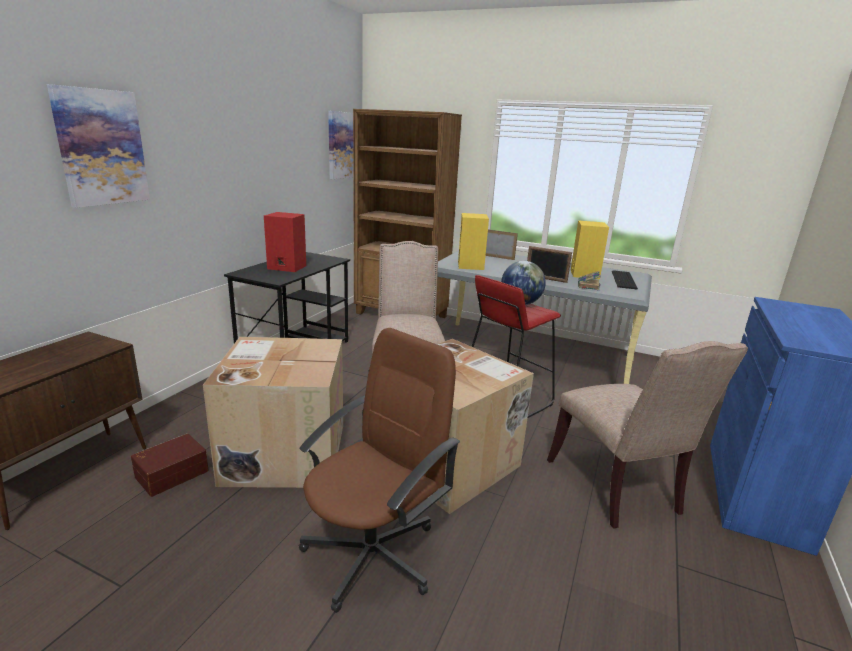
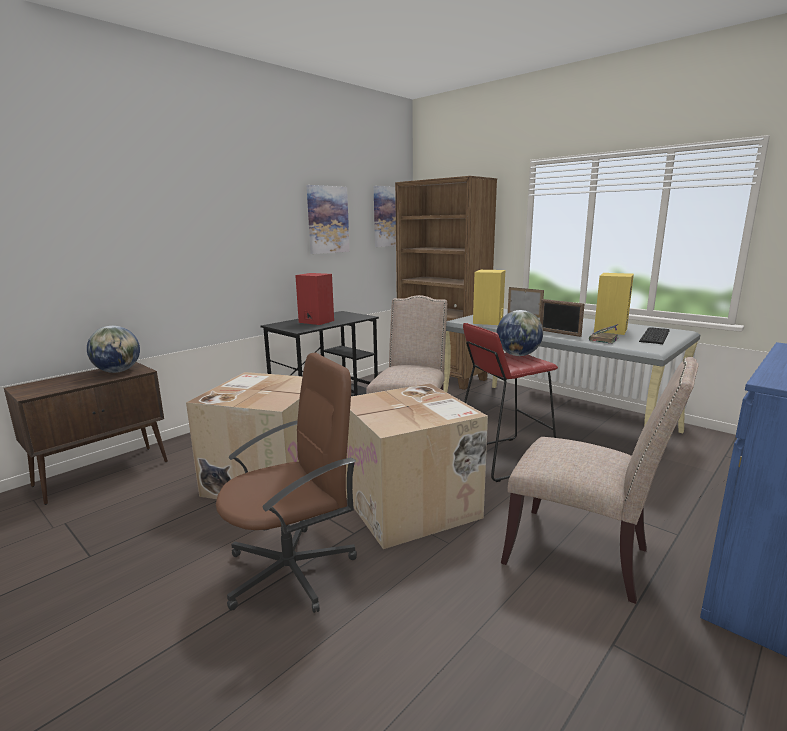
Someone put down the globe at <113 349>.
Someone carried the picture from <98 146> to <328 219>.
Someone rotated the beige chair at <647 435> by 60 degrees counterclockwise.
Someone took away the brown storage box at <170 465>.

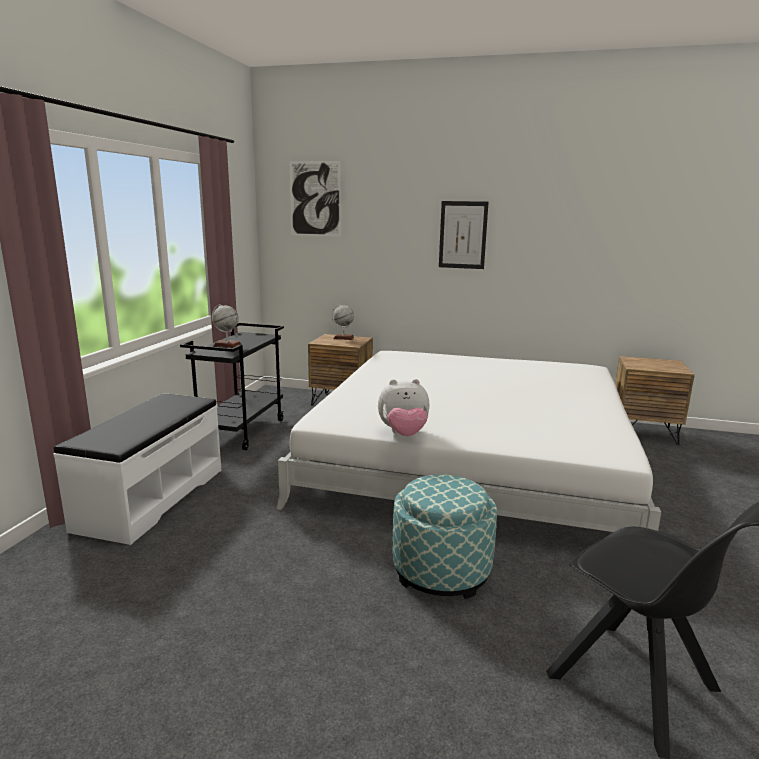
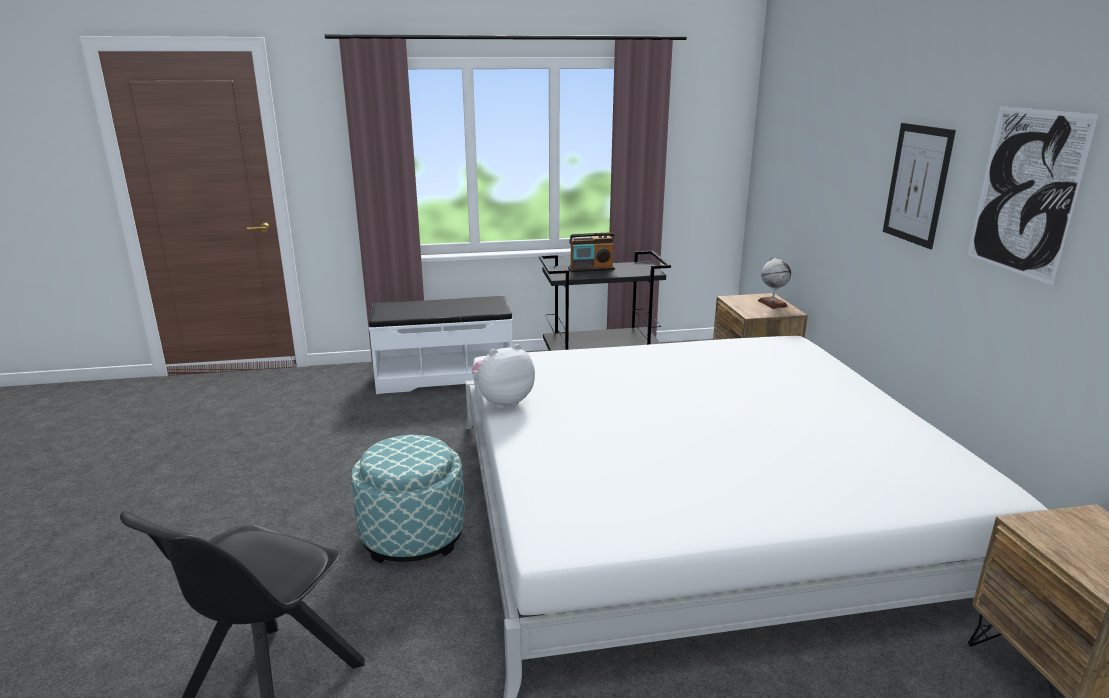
Someone rotated the plush toy at <403 407> by 90 degrees clockwise.
Someone swapped the globe at <227 326> for the radio at <591 252>.
Someone carried the picture from <315 198> to <1033 196>.

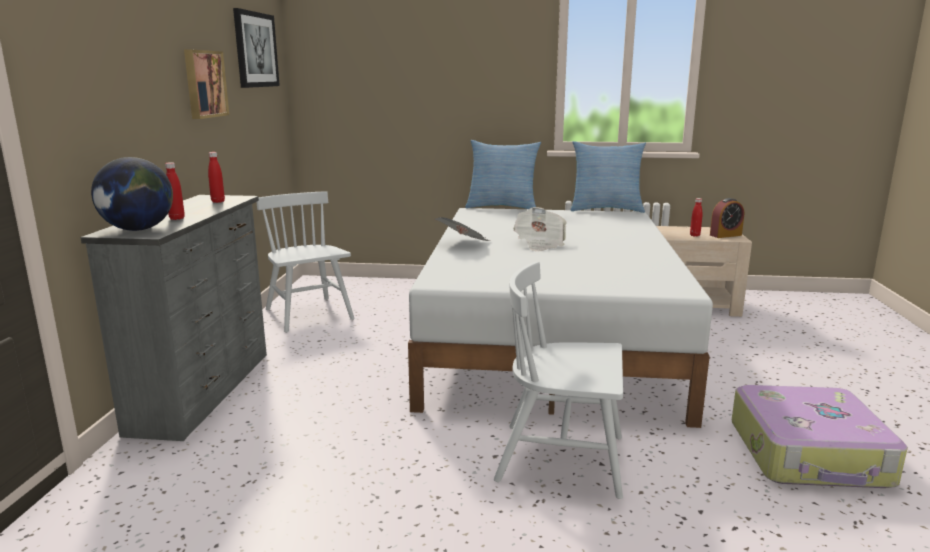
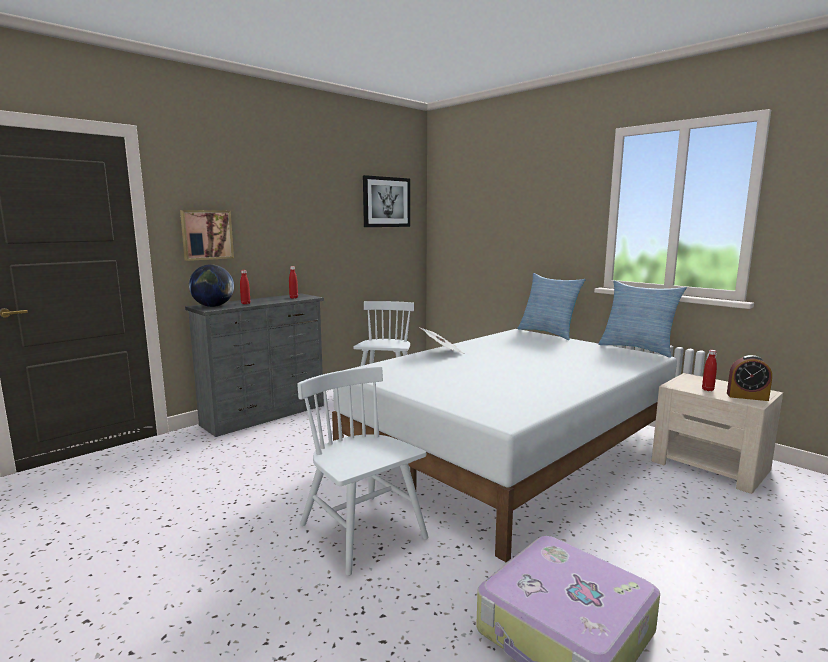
Someone carried the picture from <206 84> to <207 235>.
Someone took away the newspaper at <539 229>.

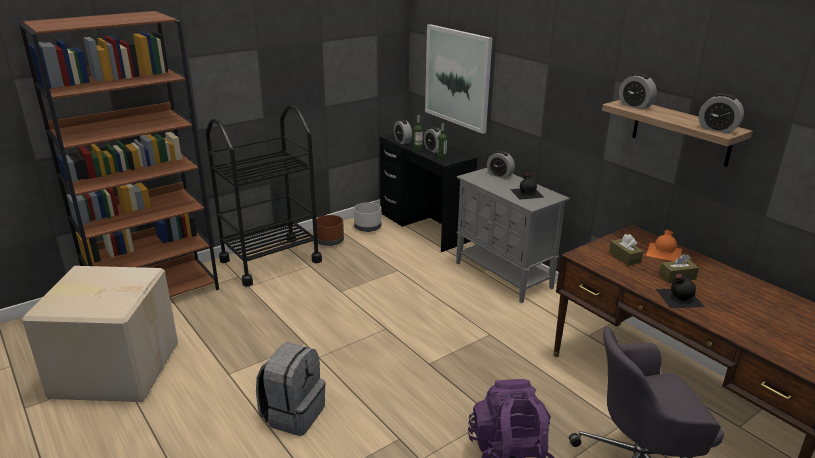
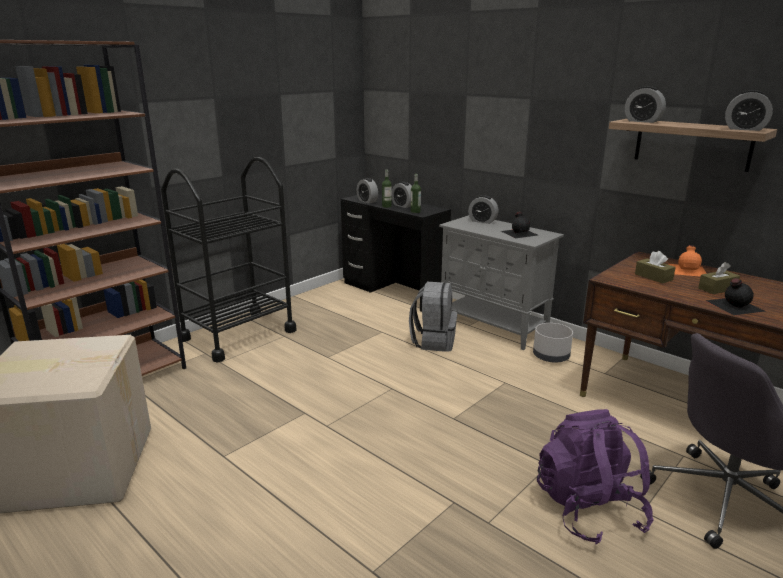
Someone carried the grey backpack from <291 389> to <433 317>.
Someone carried the grey planter from <367 217> to <553 342>.
Someone took away the brown planter at <330 230>.
Someone took away the picture at <458 79>.

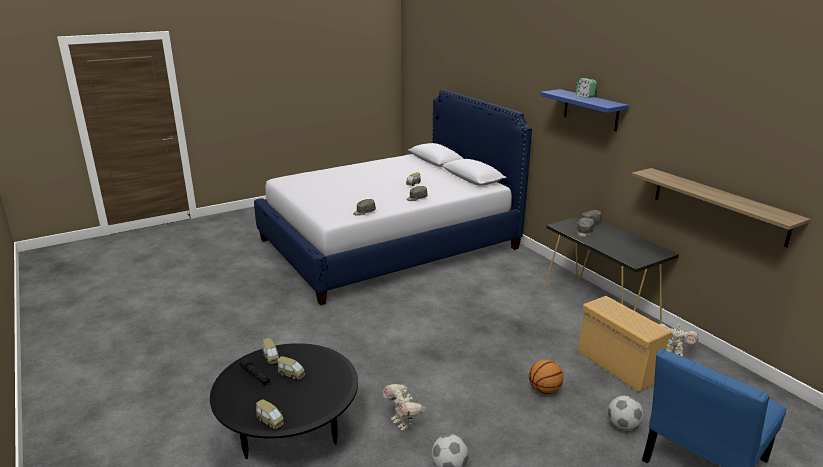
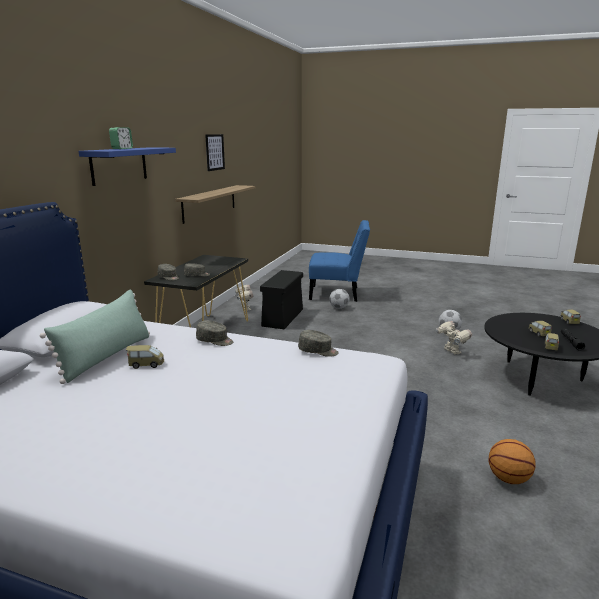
Someone put down the green pillow at <95 337>.
Someone put up the picture at <215 152>.
Someone repainted the beige storage box at <624 344>, which became the black storage box at <281 299>.
Someone rotated the toy robot at <404 407> by 45 degrees counterclockwise.
Someone carried the basketball from <546 377> to <512 461>.

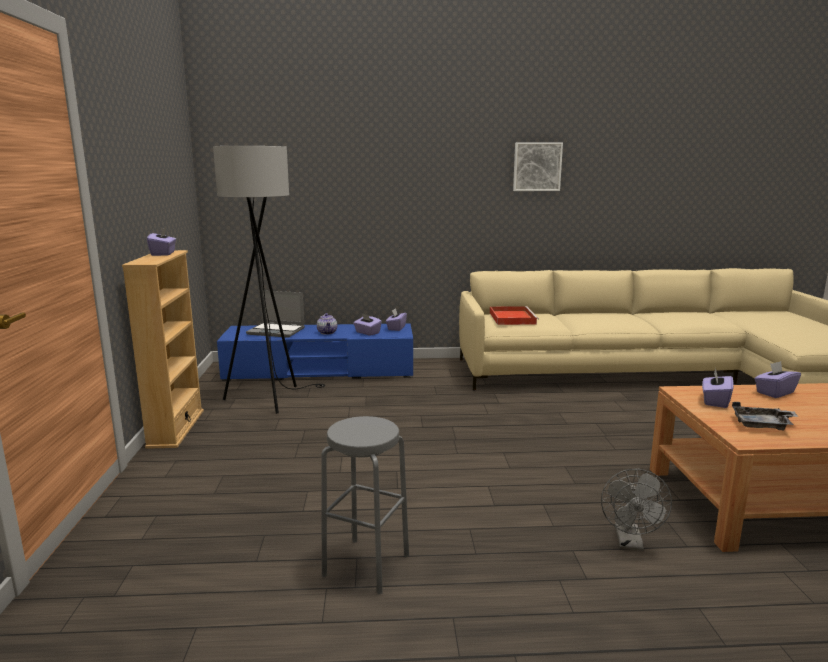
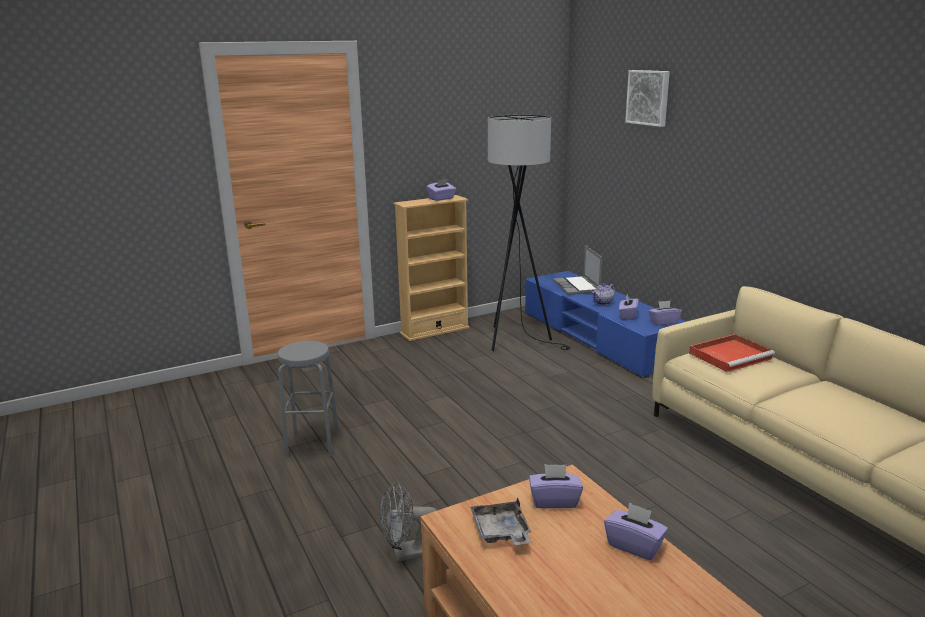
Someone carried the picture from <538 167> to <647 98>.

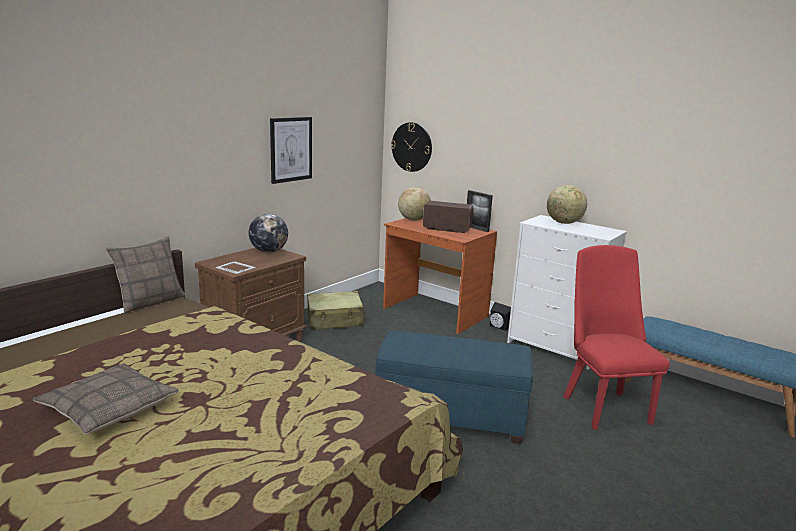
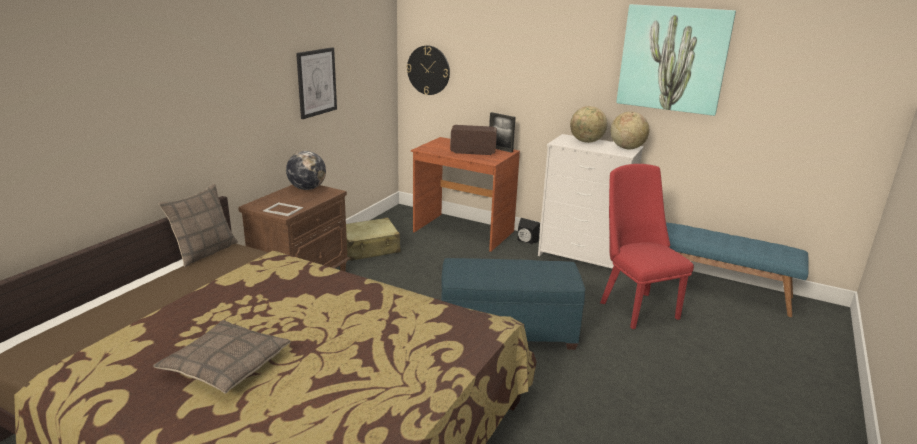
Someone carried the globe from <414 204> to <630 130>.
Someone put up the picture at <676 60>.

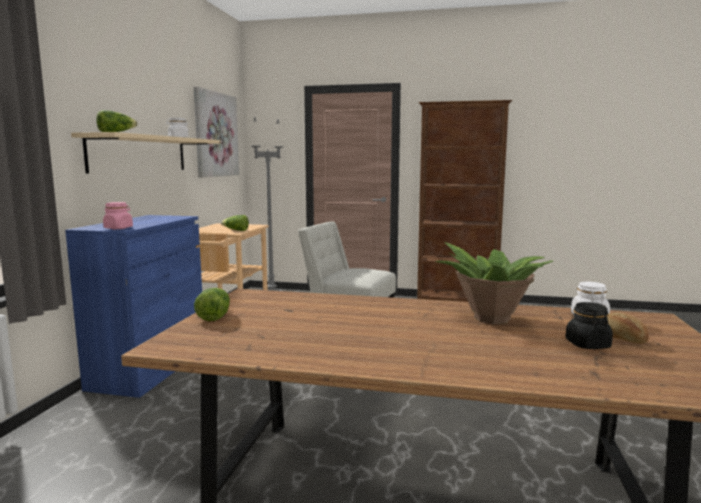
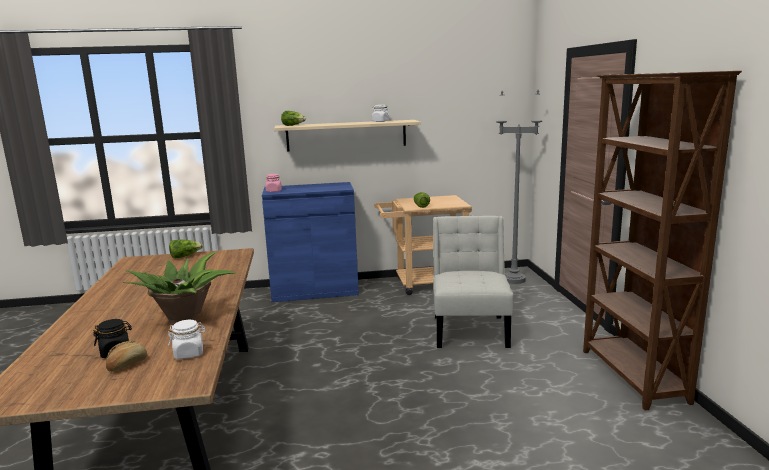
Someone took away the picture at <216 132>.

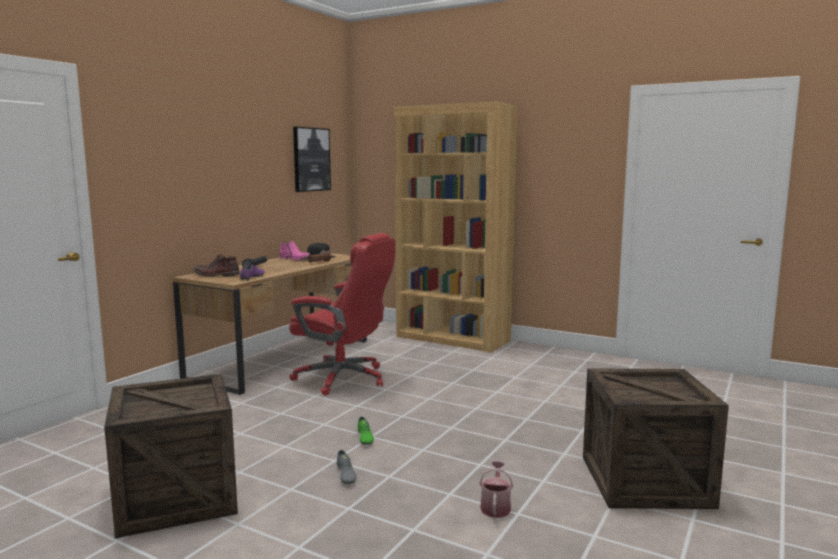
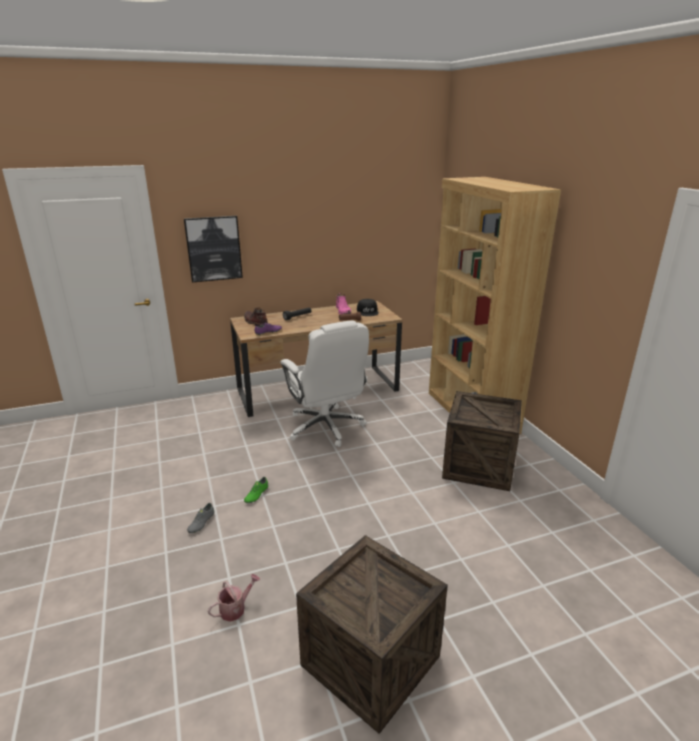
Someone carried the picture from <312 159> to <213 249>.
Someone repainted the red office chair at <342 314>, which became the white office chair at <324 383>.
Someone carried the crate from <171 456> to <482 441>.

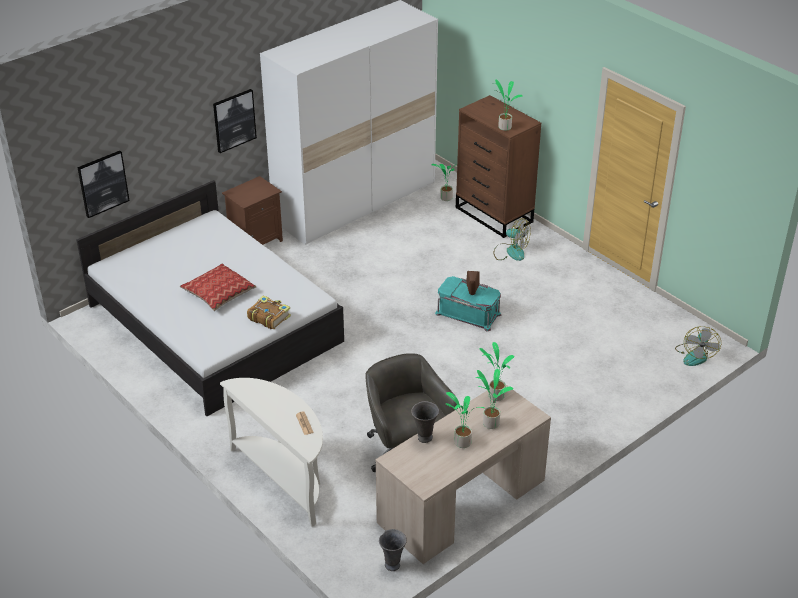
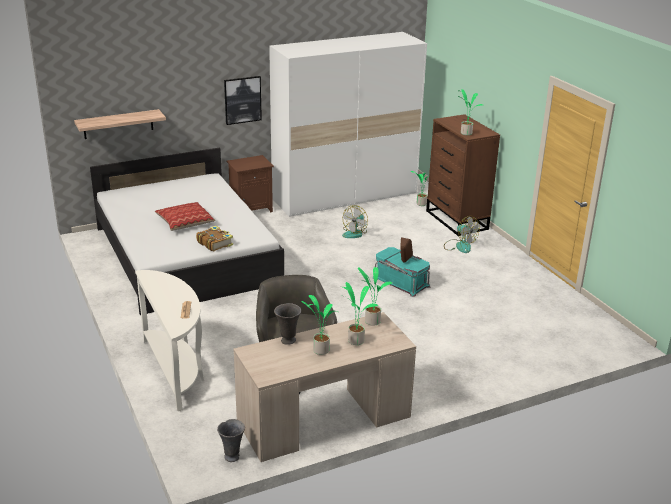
Someone swapped the picture at <103 184> for the shelf at <120 124>.
Someone carried the fan from <698 346> to <355 221>.

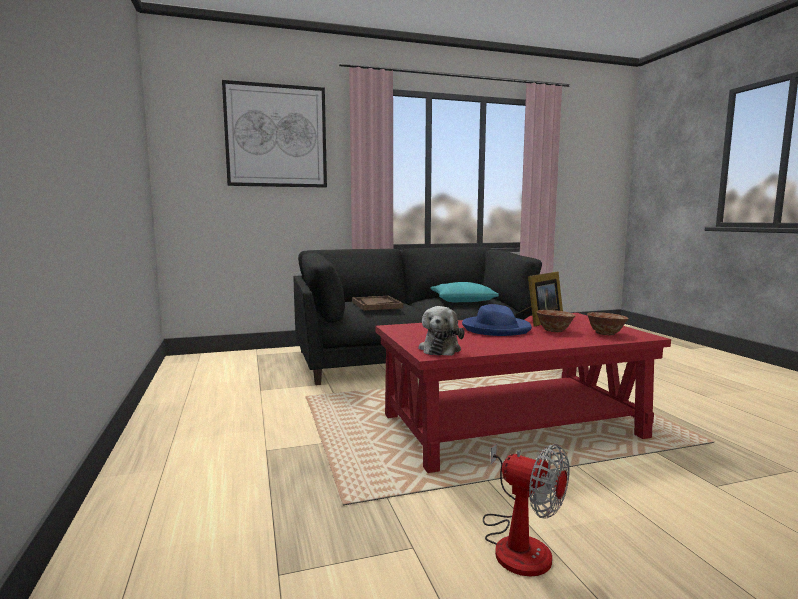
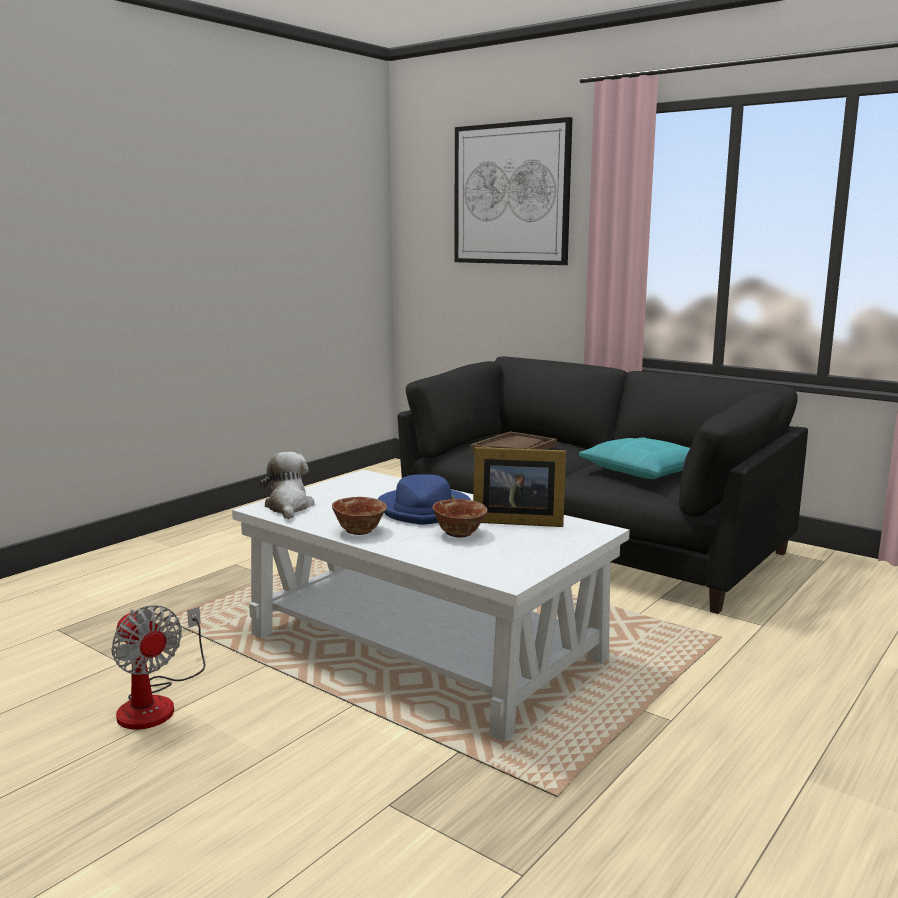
Someone rotated the fan at <526 510> by 45 degrees counterclockwise.
Someone repainted the red coffee table at <523 393>, which became the white coffee table at <431 605>.
Someone rotated the plush toy at <442 331> by 105 degrees clockwise.
Someone carried the bowl from <608 323> to <359 516>.

